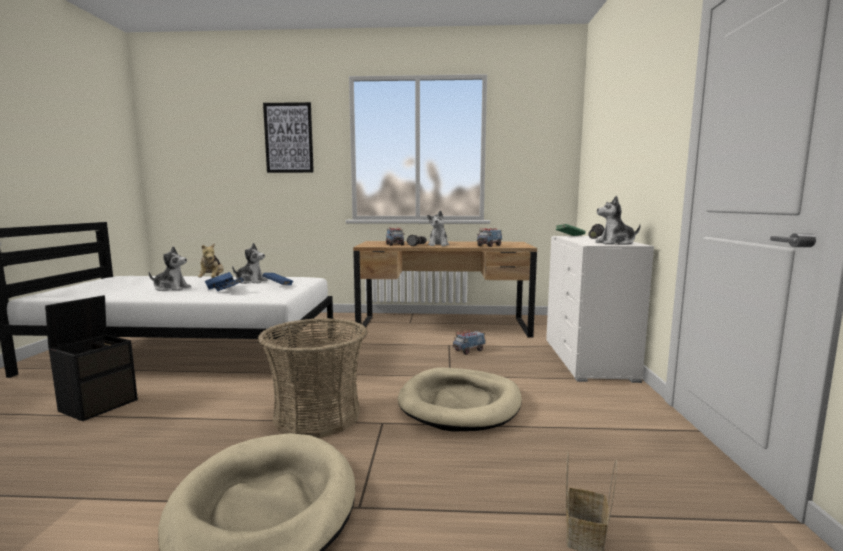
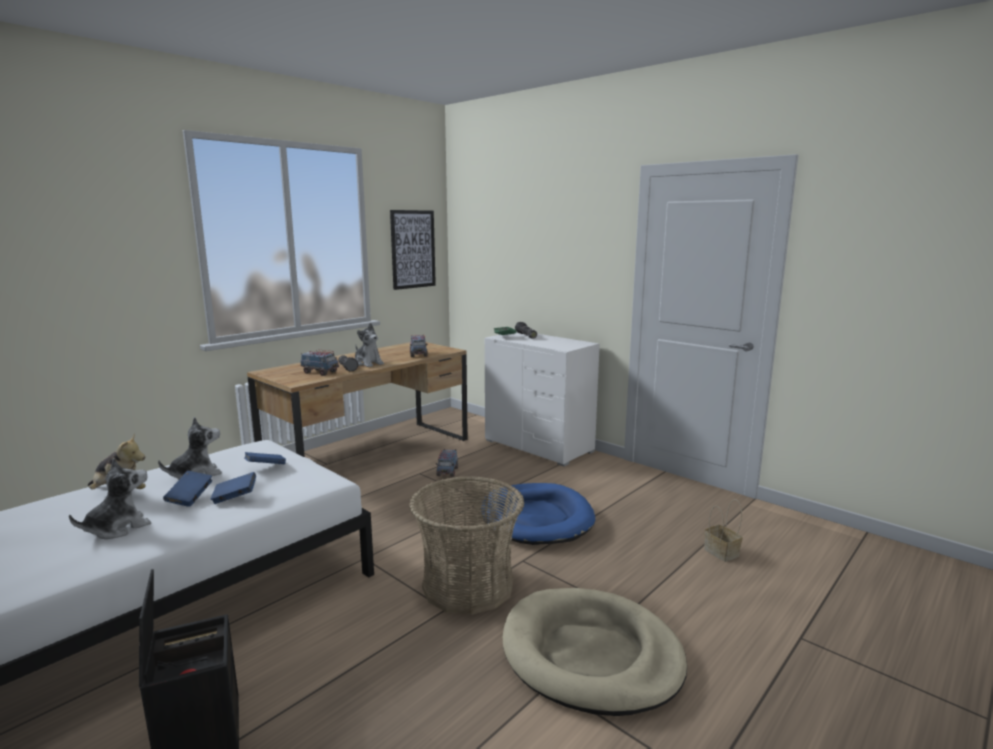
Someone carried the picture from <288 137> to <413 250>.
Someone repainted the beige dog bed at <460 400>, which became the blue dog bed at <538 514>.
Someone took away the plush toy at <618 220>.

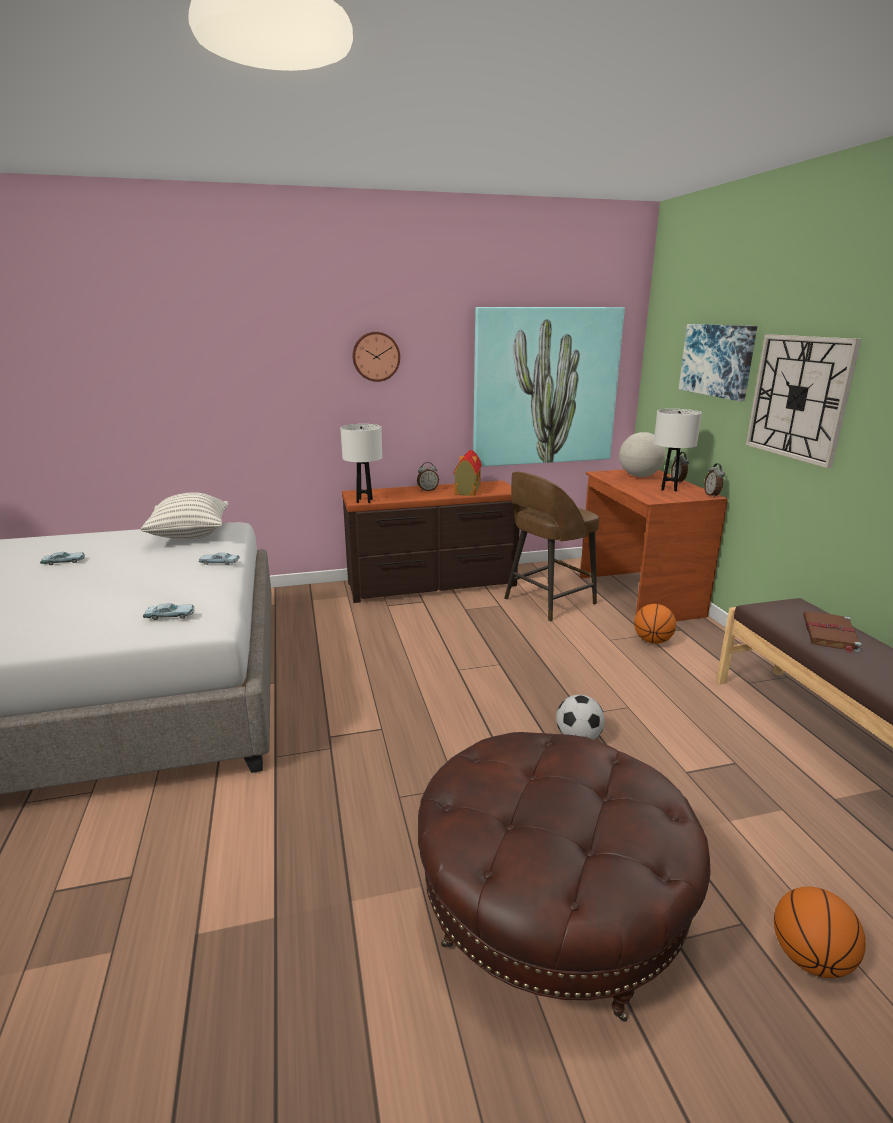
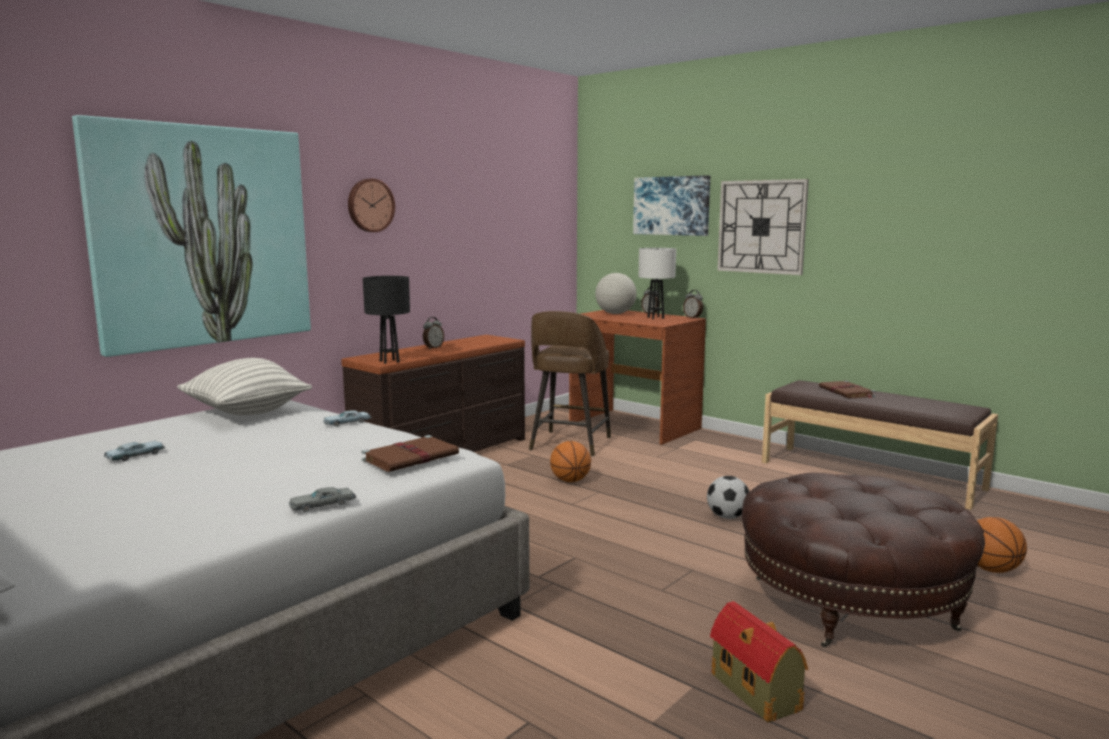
Someone carried the picture from <549 387> to <191 236>.
Someone put down the grey toy car at <322 499>.
Someone swapped the blue toy car at <169 611> for the brown book at <410 453>.
Someone repainted the white table lamp at <361 463>, which became the black table lamp at <386 320>.
Someone carried the basketball from <655 624> to <570 461>.
Someone carried the toy house from <467 473> to <759 661>.

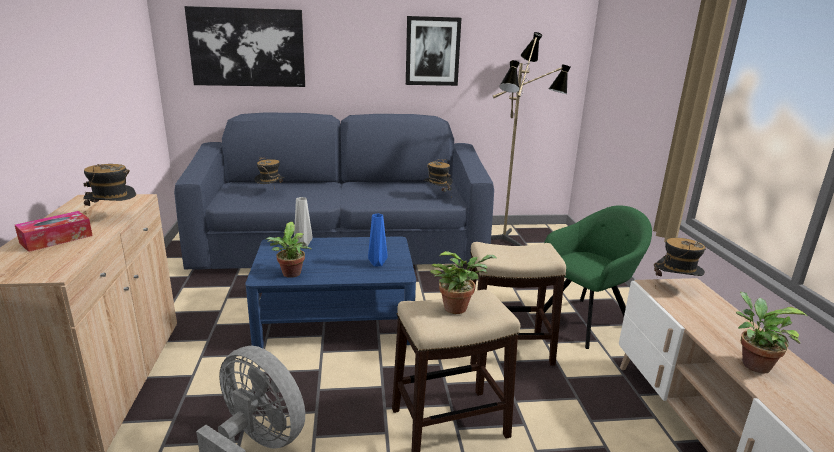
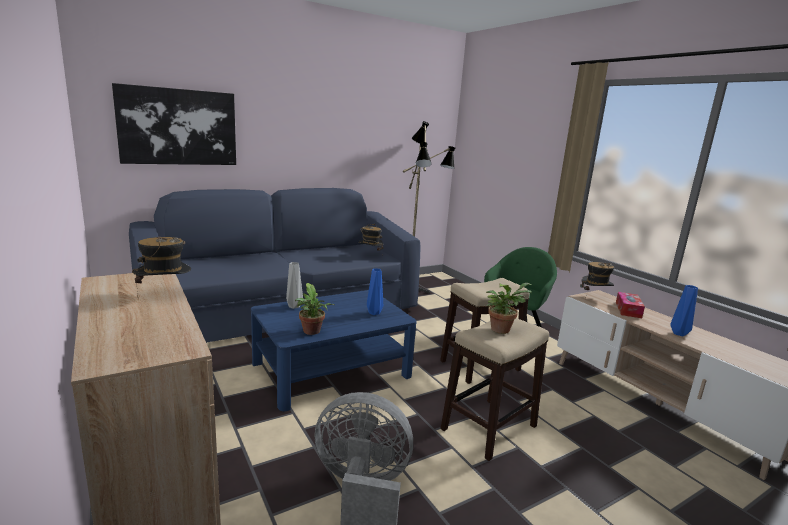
Someone carried the tissue box from <54 231> to <630 305>.
Someone swapped the potted plant at <771 332> for the blue vase at <684 310>.
Someone took away the hat at <269 170>.
Someone took away the picture at <433 51>.

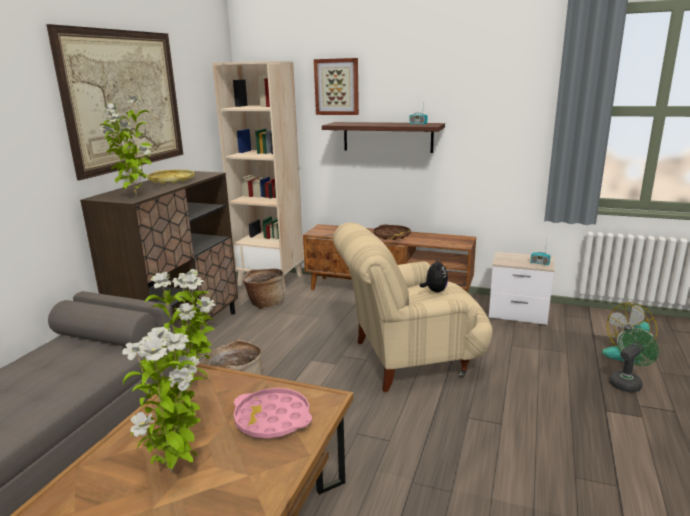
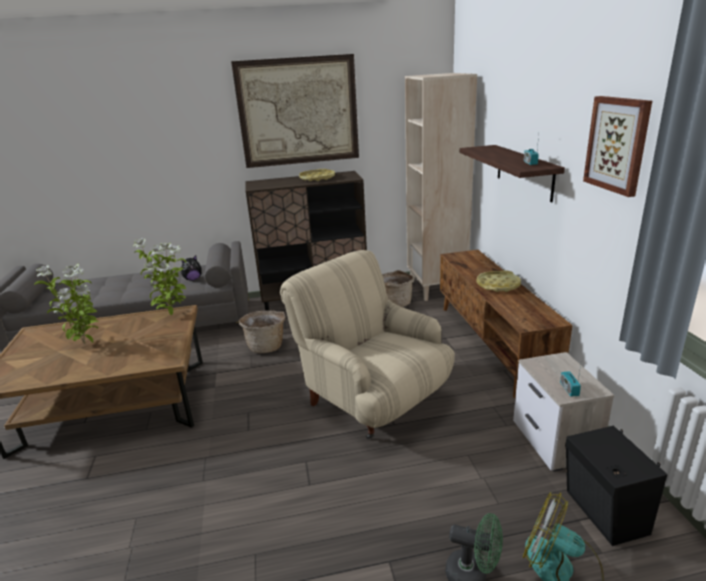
Someone carried the plush toy from <434 274> to <191 268>.
Someone repainted the brown tray at <392 232>, which became the yellow tray at <498 281>.
Someone put down the black speaker at <616 486>.
Someone carried the picture from <336 86> to <617 146>.
Someone took away the potted plant at <126 145>.
Someone took away the pink tray at <272 413>.

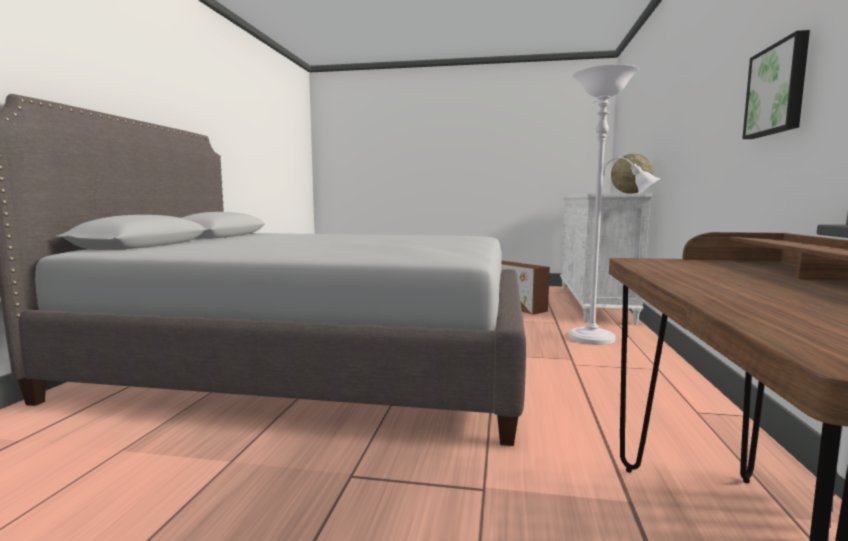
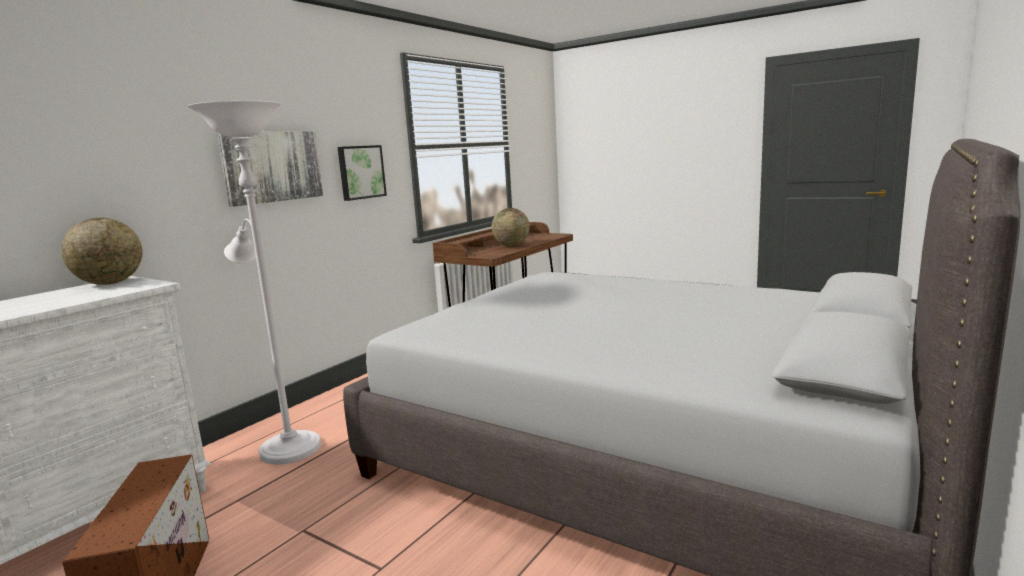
Someone put up the picture at <270 169>.
Someone put down the globe at <511 227>.

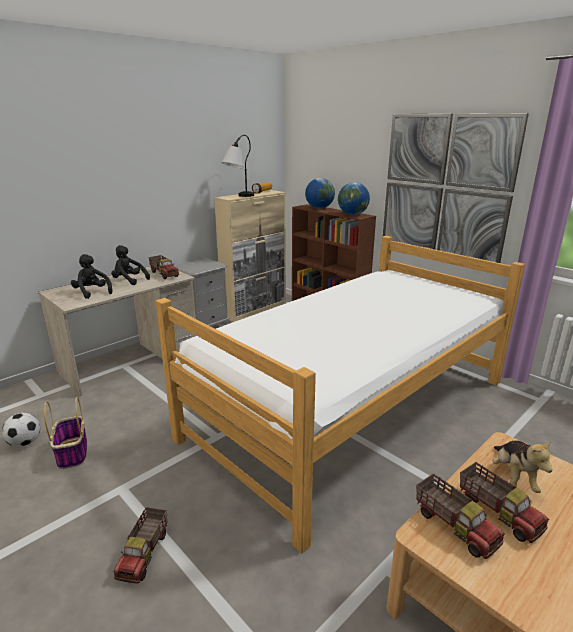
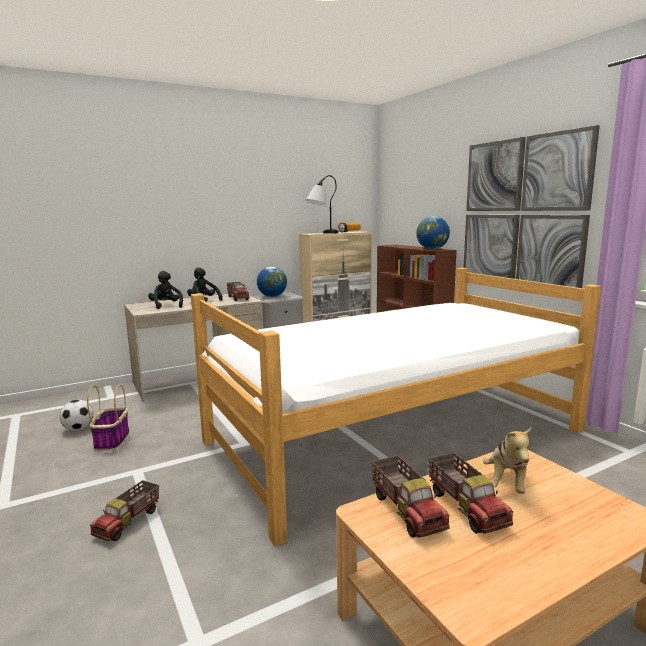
Someone carried the globe from <320 193> to <272 282>.

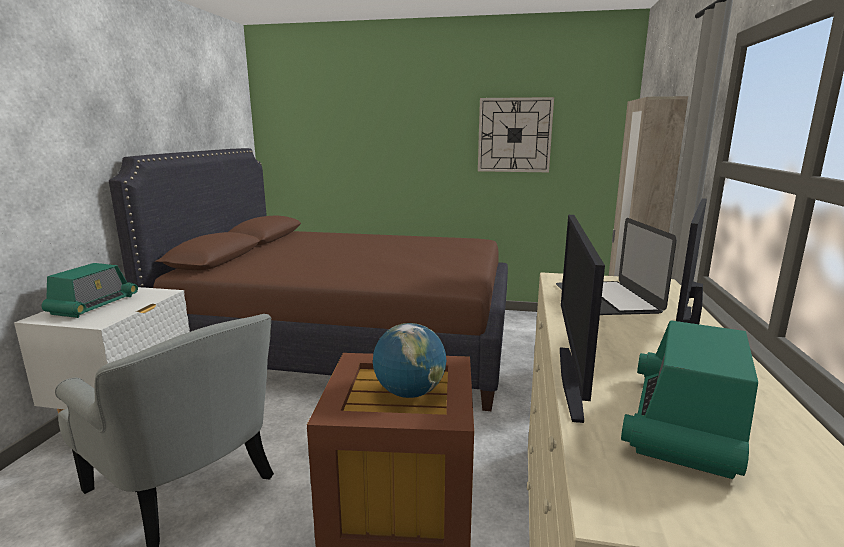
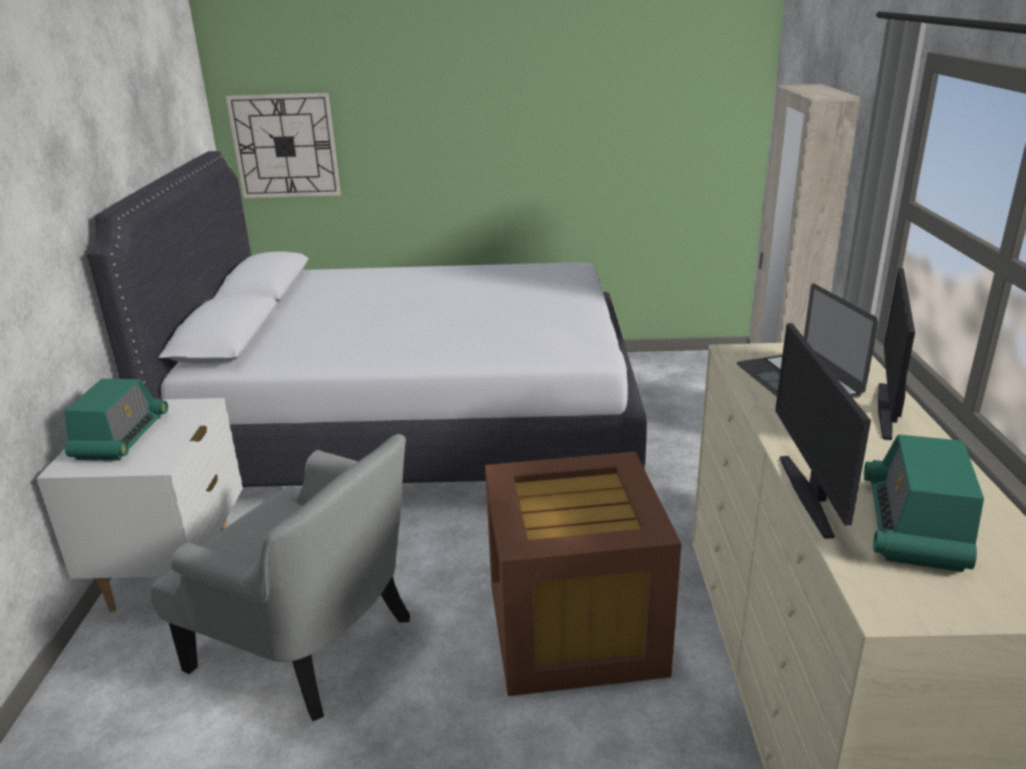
Someone repainted the brown bed at <308 279>, which became the white bed at <367 319>.
Someone carried the wall clock from <516 134> to <283 145>.
Someone took away the globe at <409 360>.

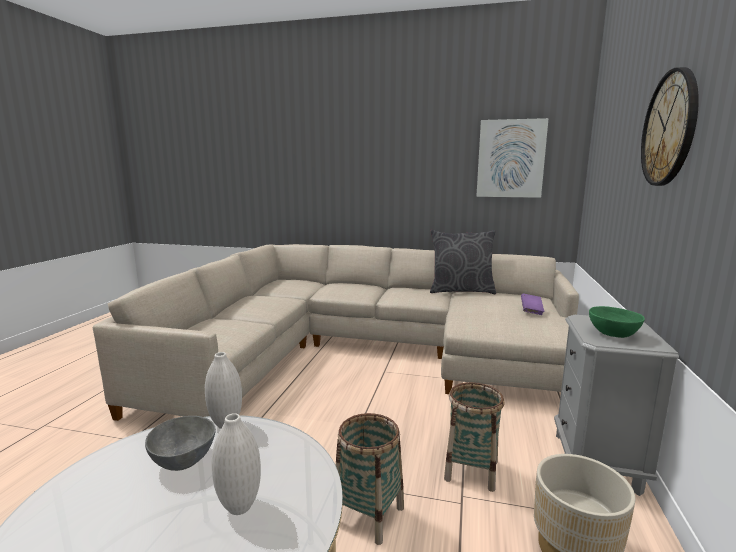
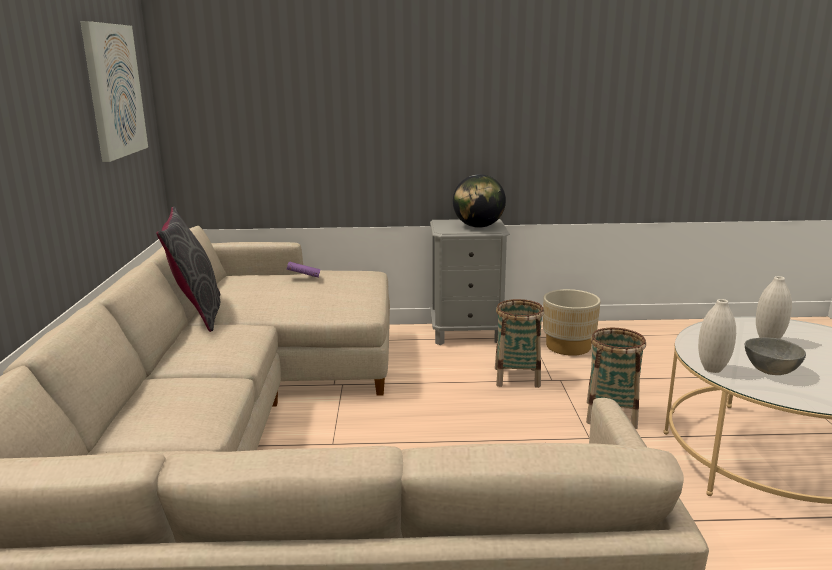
Someone swapped the green bowl at <617 322> for the globe at <479 201>.
Someone took away the wall clock at <670 126>.

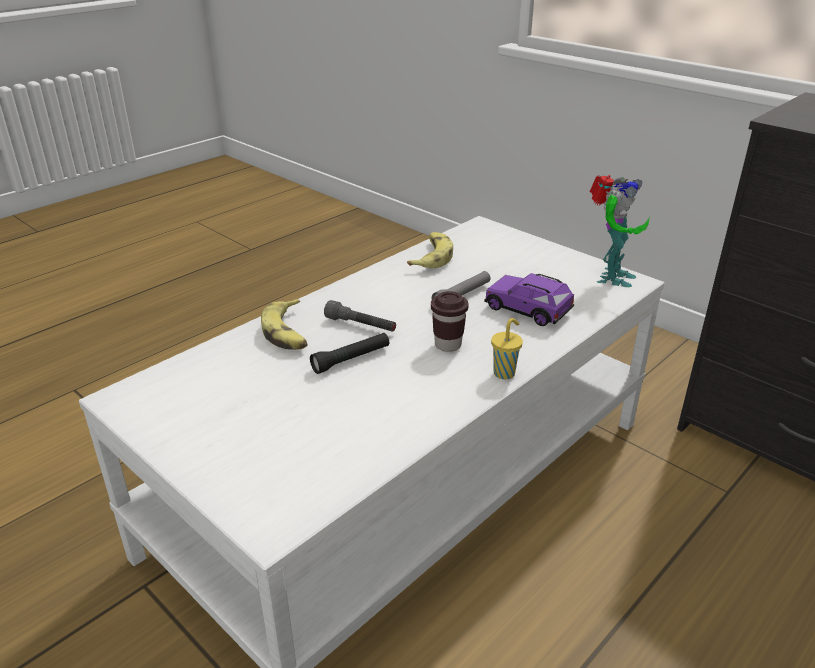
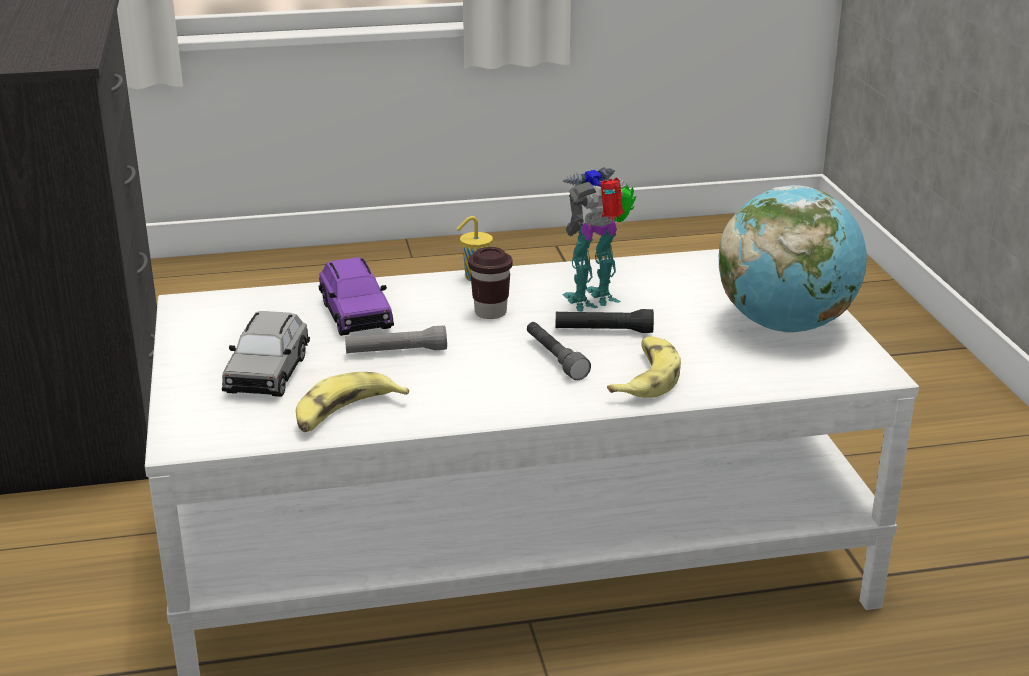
Someone put down the grey toy car at <266 354>.
Someone carried the toy robot from <620 231> to <599 239>.
Someone put down the globe at <793 258>.

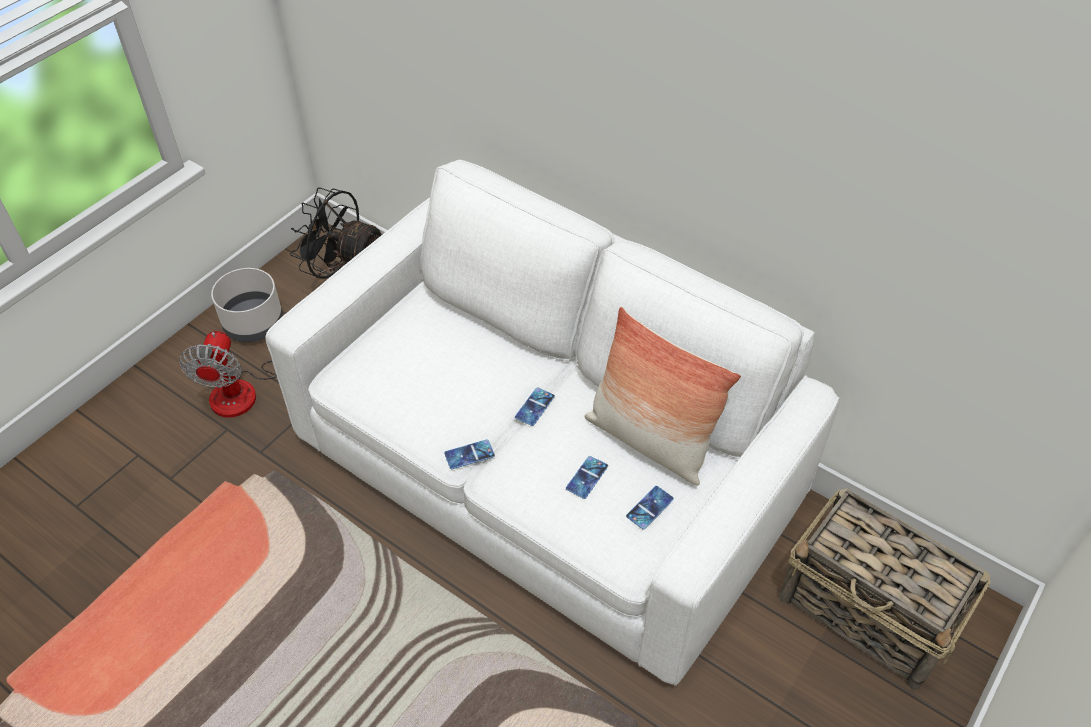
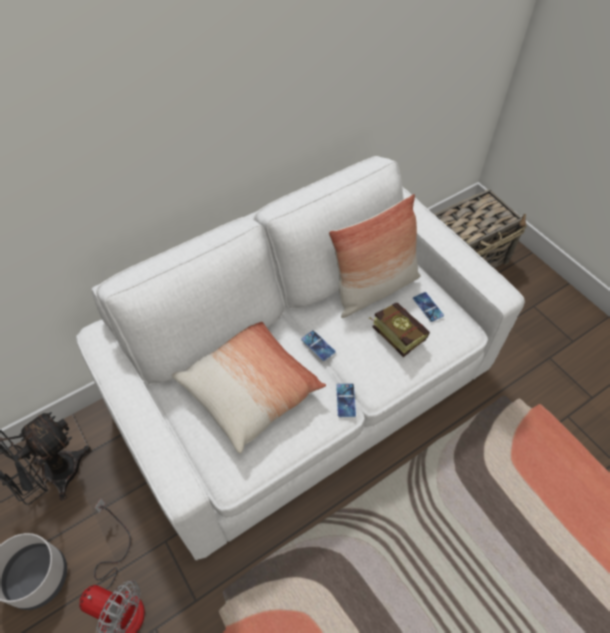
Someone put down the pillow at <249 388>.
Someone swapped the phone at <587 477> for the book at <399 330>.

